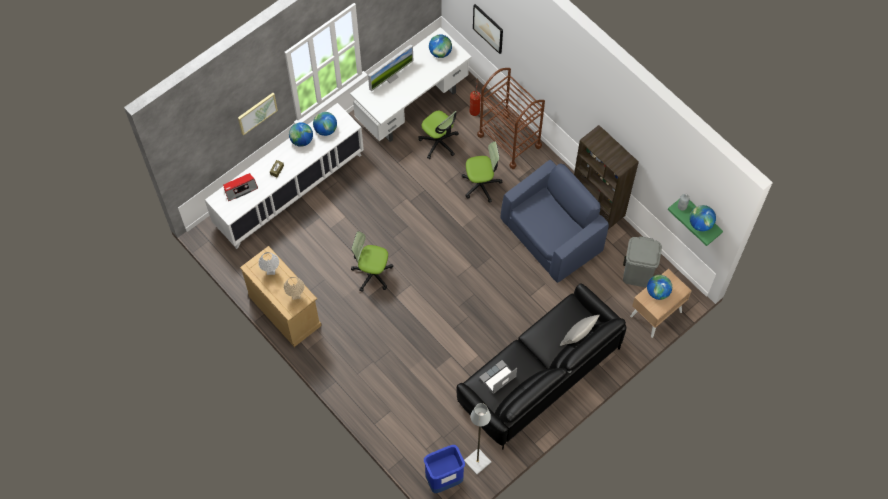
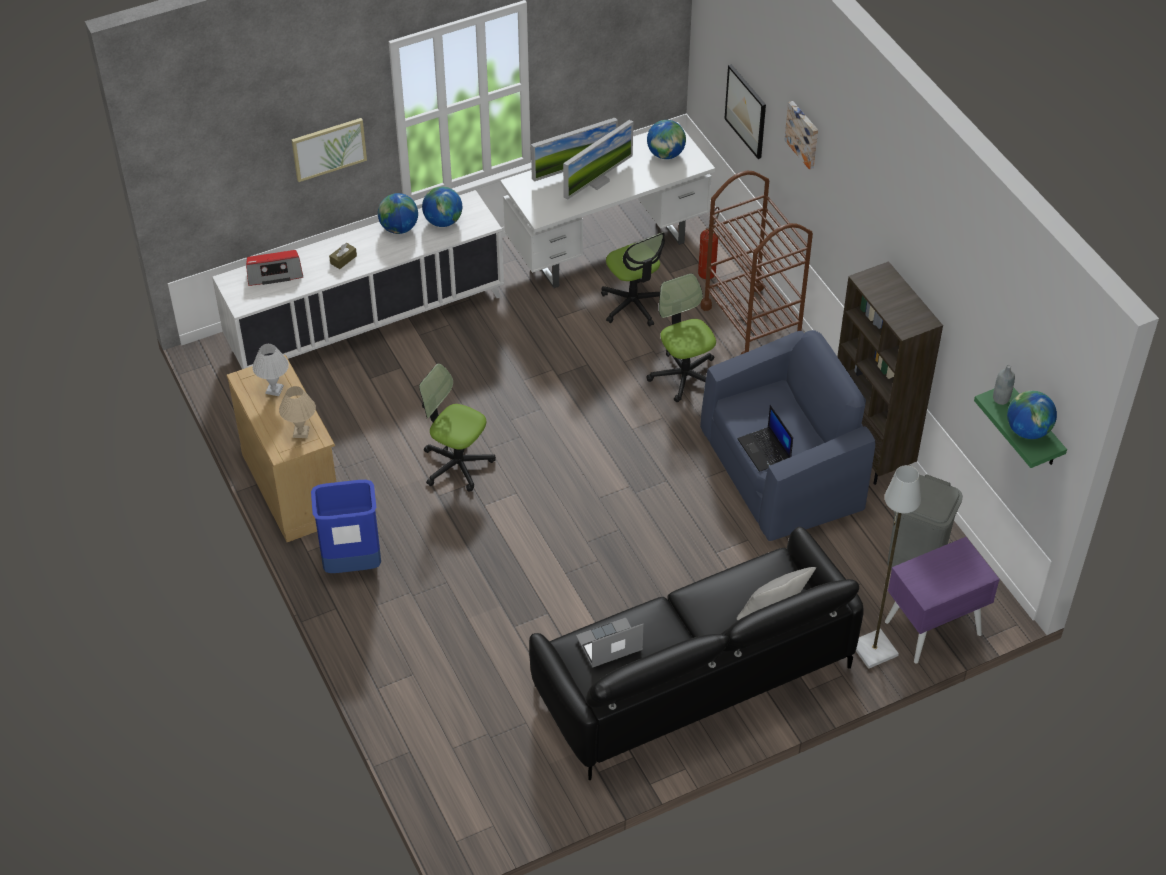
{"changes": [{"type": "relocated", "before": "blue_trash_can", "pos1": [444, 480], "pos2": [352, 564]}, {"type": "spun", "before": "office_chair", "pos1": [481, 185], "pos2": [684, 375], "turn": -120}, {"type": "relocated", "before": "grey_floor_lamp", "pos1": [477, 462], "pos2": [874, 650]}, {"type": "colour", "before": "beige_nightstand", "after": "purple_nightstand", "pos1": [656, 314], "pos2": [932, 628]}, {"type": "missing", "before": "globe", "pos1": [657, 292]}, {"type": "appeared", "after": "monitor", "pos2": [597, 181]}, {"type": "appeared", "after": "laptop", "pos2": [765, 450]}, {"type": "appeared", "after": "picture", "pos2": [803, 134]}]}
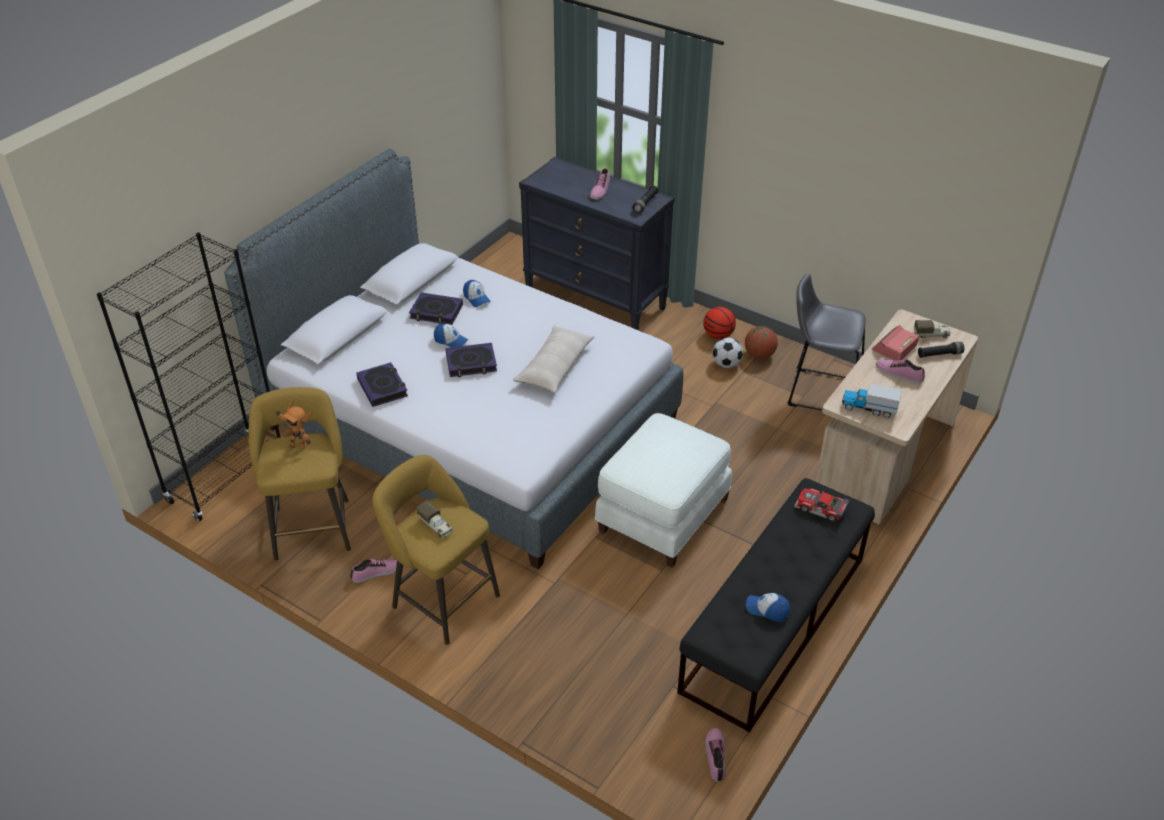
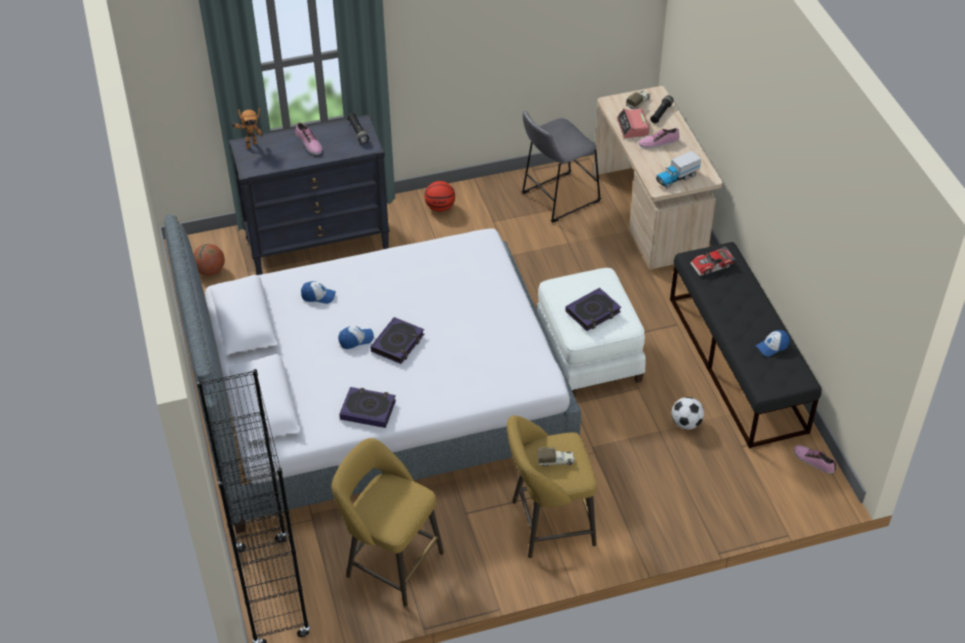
{"changes": [{"type": "relocated", "before": "toy_robot", "pos1": [298, 445], "pos2": [250, 145]}, {"type": "missing", "before": "shoe", "pos1": [376, 573]}, {"type": "relocated", "before": "book", "pos1": [436, 312], "pos2": [593, 312]}, {"type": "missing", "before": "beige_pillow", "pos1": [554, 366]}, {"type": "relocated", "before": "football", "pos1": [726, 364], "pos2": [686, 423]}, {"type": "relocated", "before": "basketball", "pos1": [759, 355], "pos2": [210, 271]}]}
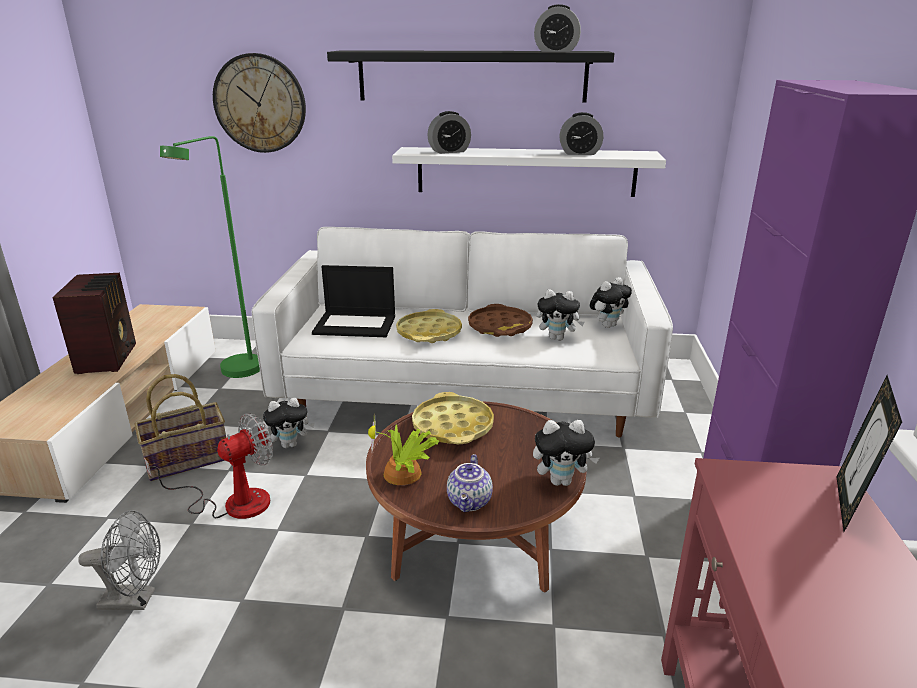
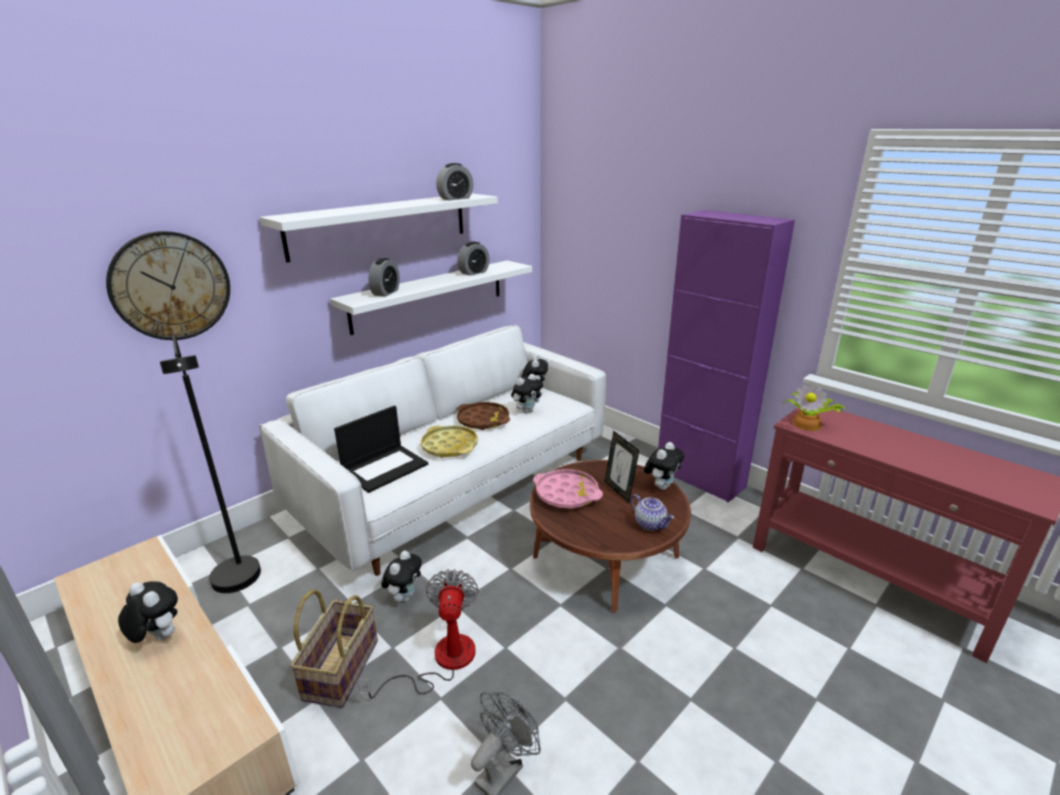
{"changes": [{"type": "exchanged", "before": "radio", "after": "plush_toy", "pos1": [108, 358], "pos2": [158, 637]}, {"type": "colour", "before": "green_floor_lamp", "after": "black_floor_lamp", "pos1": [236, 374], "pos2": [240, 584]}, {"type": "colour", "before": "black_shelf", "after": "white_shelf", "pos1": [472, 76], "pos2": [381, 225]}, {"type": "relocated", "before": "potted_plant", "pos1": [404, 474], "pos2": [808, 423]}, {"type": "colour", "before": "yellow_tray", "after": "pink_tray", "pos1": [453, 426], "pos2": [567, 494]}, {"type": "relocated", "before": "picture_frame", "pos1": [848, 505], "pos2": [619, 491]}]}
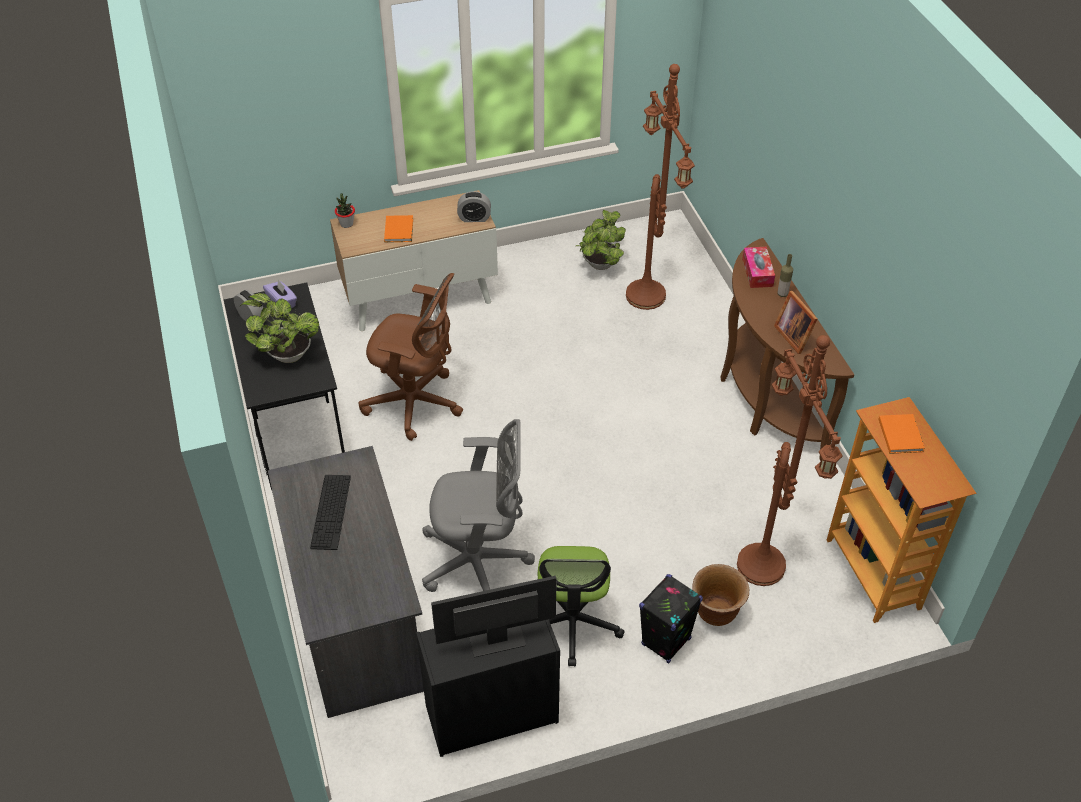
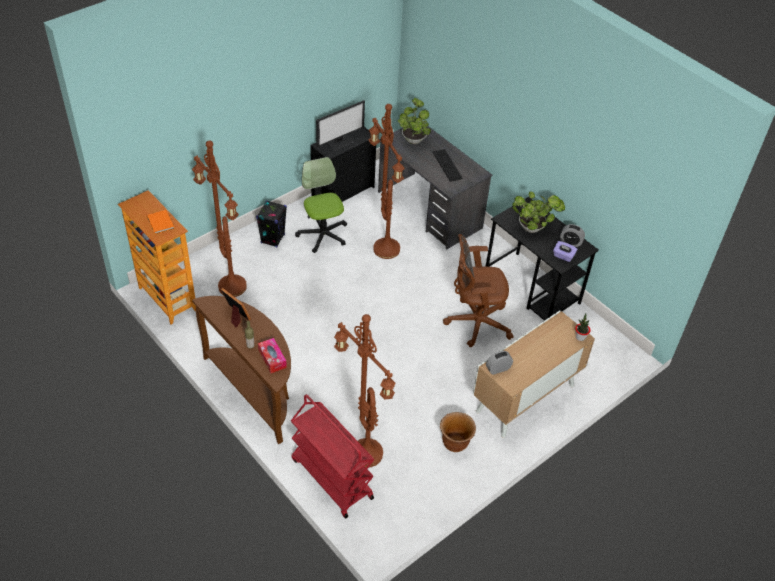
{"changes": [{"type": "missing", "before": "orange_book", "pos1": [399, 229]}, {"type": "exchanged", "before": "grey_office_chair", "after": "brown_floor_lamp", "pos1": [479, 562], "pos2": [384, 249]}, {"type": "relocated", "before": "potted_plant", "pos1": [600, 266], "pos2": [413, 138]}, {"type": "relocated", "before": "brown_planter", "pos1": [716, 613], "pos2": [455, 443]}, {"type": "appeared", "after": "red_cart", "pos2": [331, 478]}]}
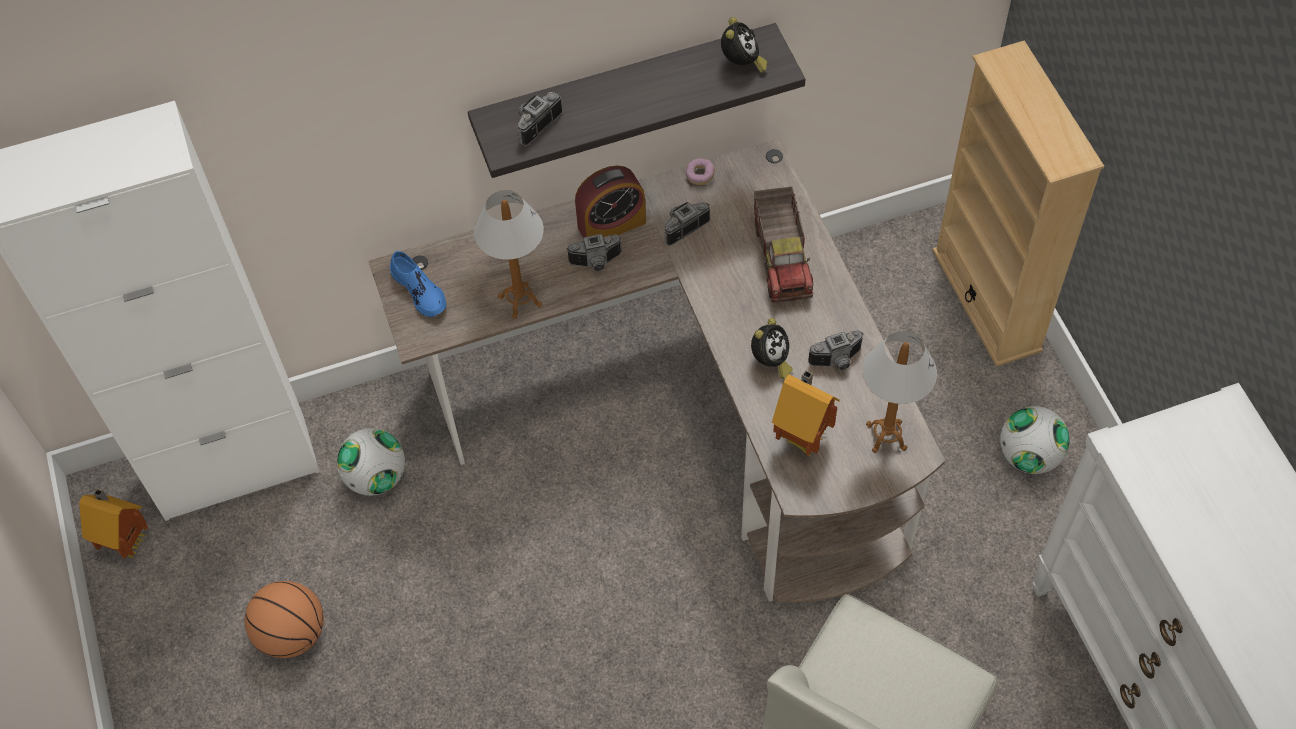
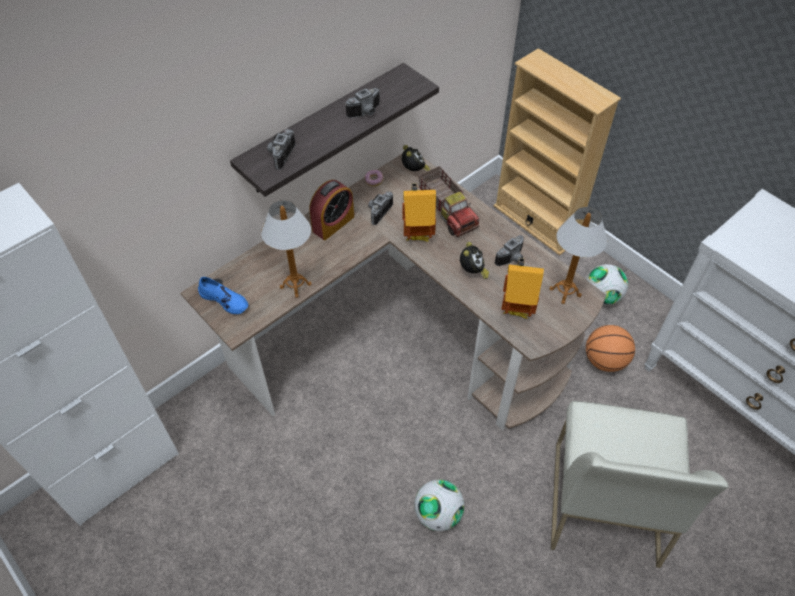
{"changes": [{"type": "relocated", "before": "toy_house", "pos1": [128, 541], "pos2": [417, 235]}, {"type": "relocated", "before": "basketball", "pos1": [292, 634], "pos2": [605, 360]}, {"type": "relocated", "before": "football", "pos1": [376, 477], "pos2": [438, 514]}, {"type": "relocated", "before": "photo_camera", "pos1": [596, 263], "pos2": [366, 113]}, {"type": "relocated", "before": "alarm_clock", "pos1": [742, 64], "pos2": [414, 171]}]}
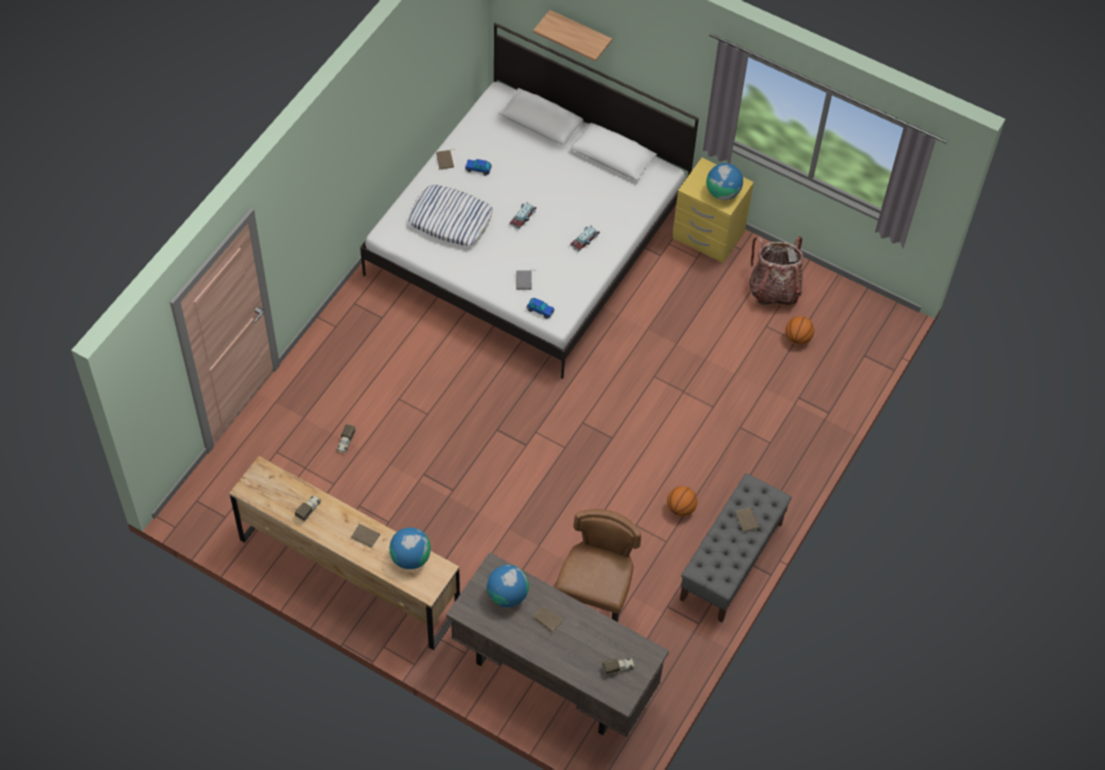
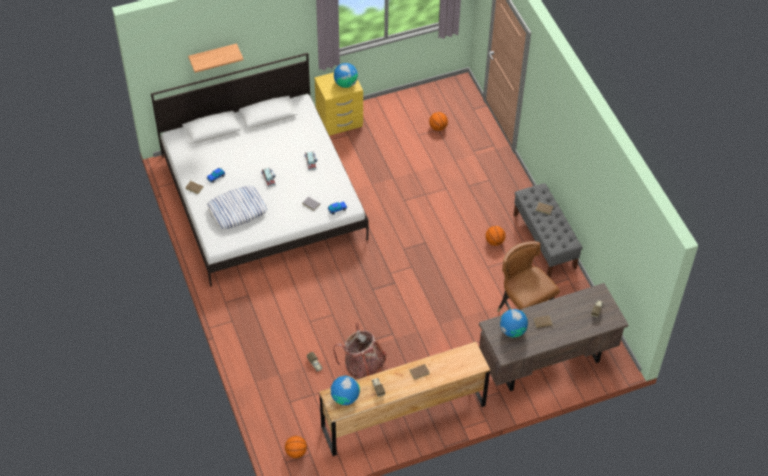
{"changes": [{"type": "relocated", "before": "globe", "pos1": [410, 557], "pos2": [345, 397]}, {"type": "relocated", "before": "backpack", "pos1": [774, 289], "pos2": [362, 366]}, {"type": "appeared", "after": "basketball", "pos2": [296, 452]}]}
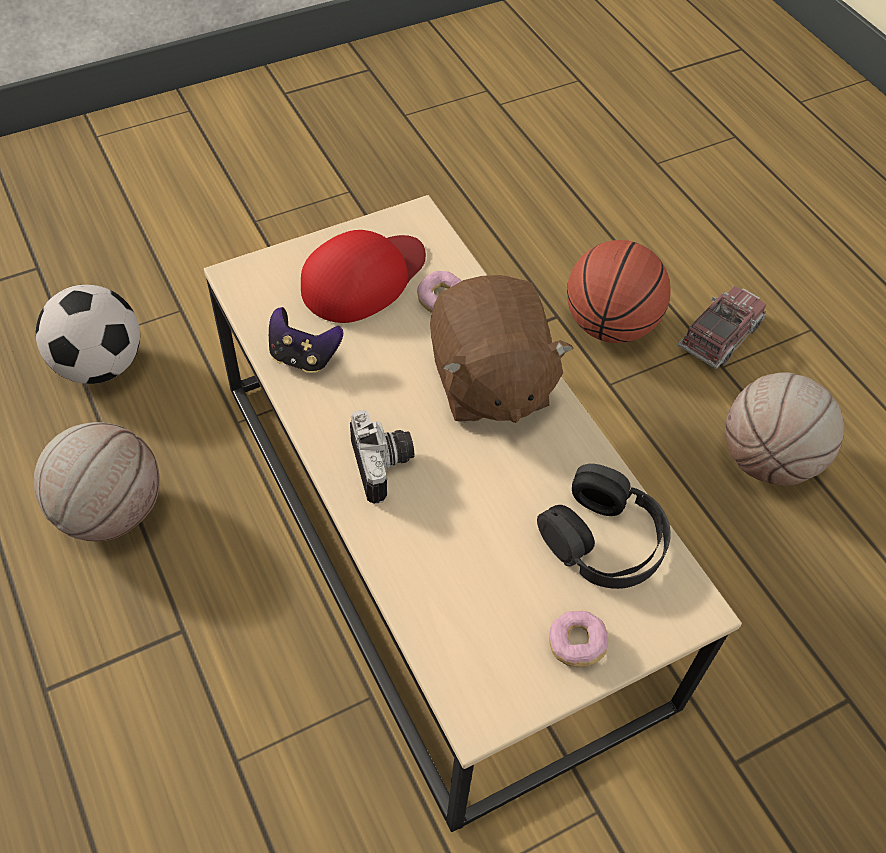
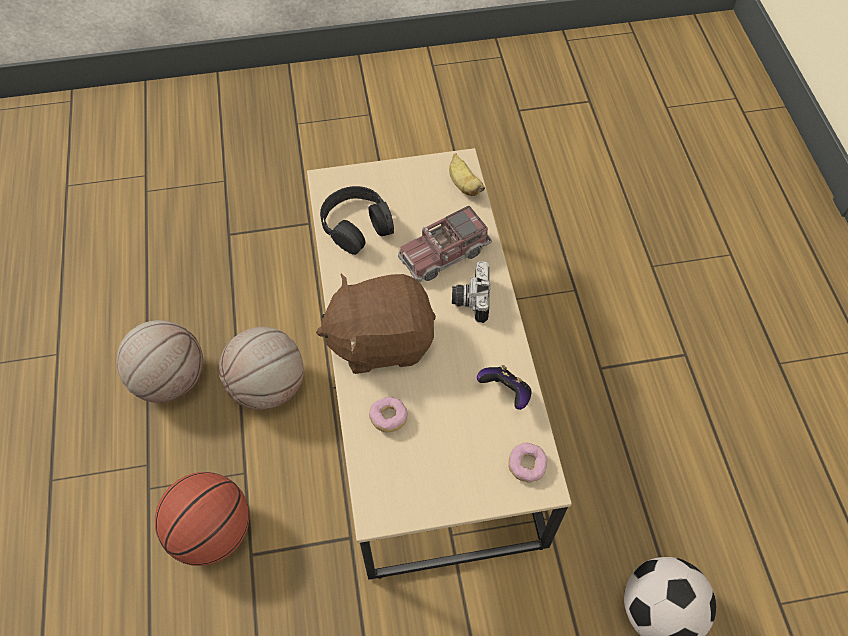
{"changes": [{"type": "relocated", "before": "basketball", "pos1": [110, 512], "pos2": [268, 386]}, {"type": "missing", "before": "red_cap", "pos1": [363, 278]}, {"type": "spun", "before": "brown_plush_toy", "pos1": [489, 382], "pos2": [380, 340], "turn": -105}, {"type": "relocated", "before": "donut", "pos1": [576, 644], "pos2": [526, 466]}, {"type": "relocated", "before": "toy_truck", "pos1": [720, 336], "pos2": [444, 253]}, {"type": "appeared", "after": "banana", "pos2": [463, 184]}]}
